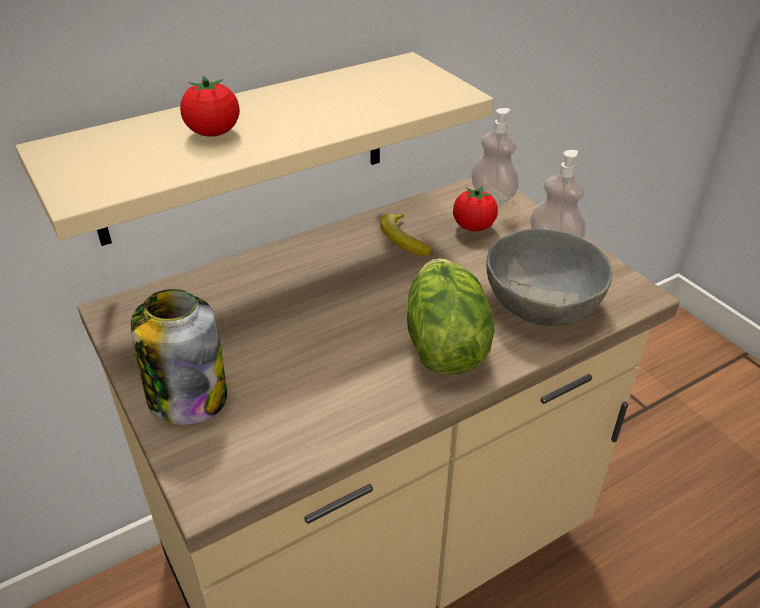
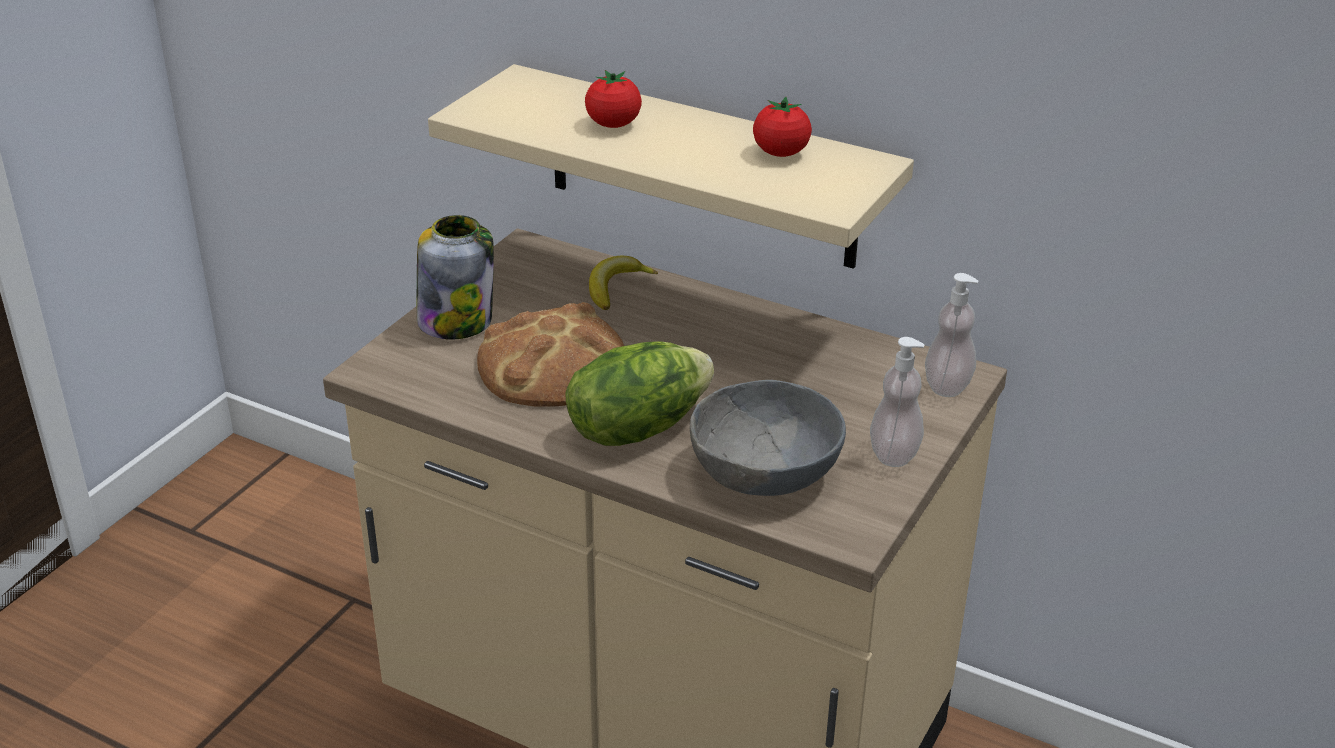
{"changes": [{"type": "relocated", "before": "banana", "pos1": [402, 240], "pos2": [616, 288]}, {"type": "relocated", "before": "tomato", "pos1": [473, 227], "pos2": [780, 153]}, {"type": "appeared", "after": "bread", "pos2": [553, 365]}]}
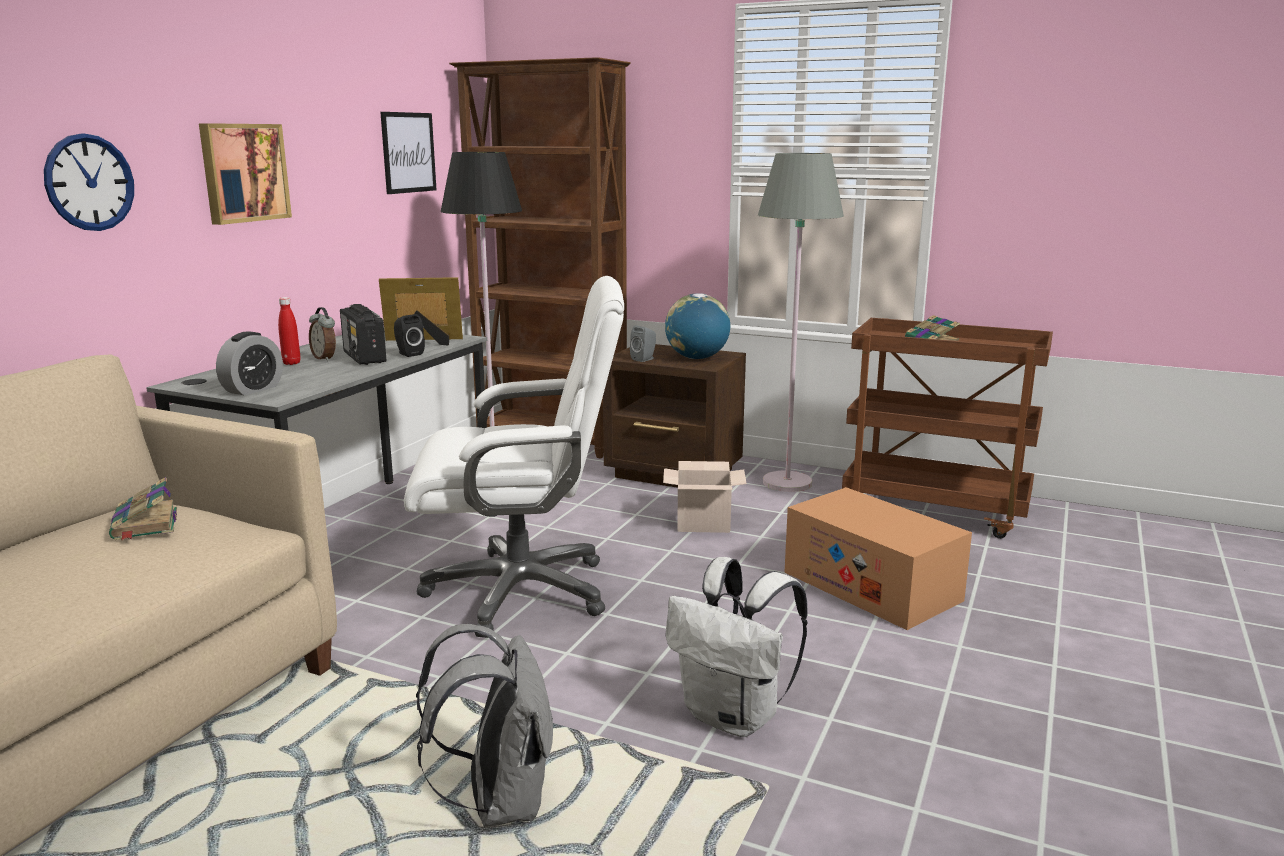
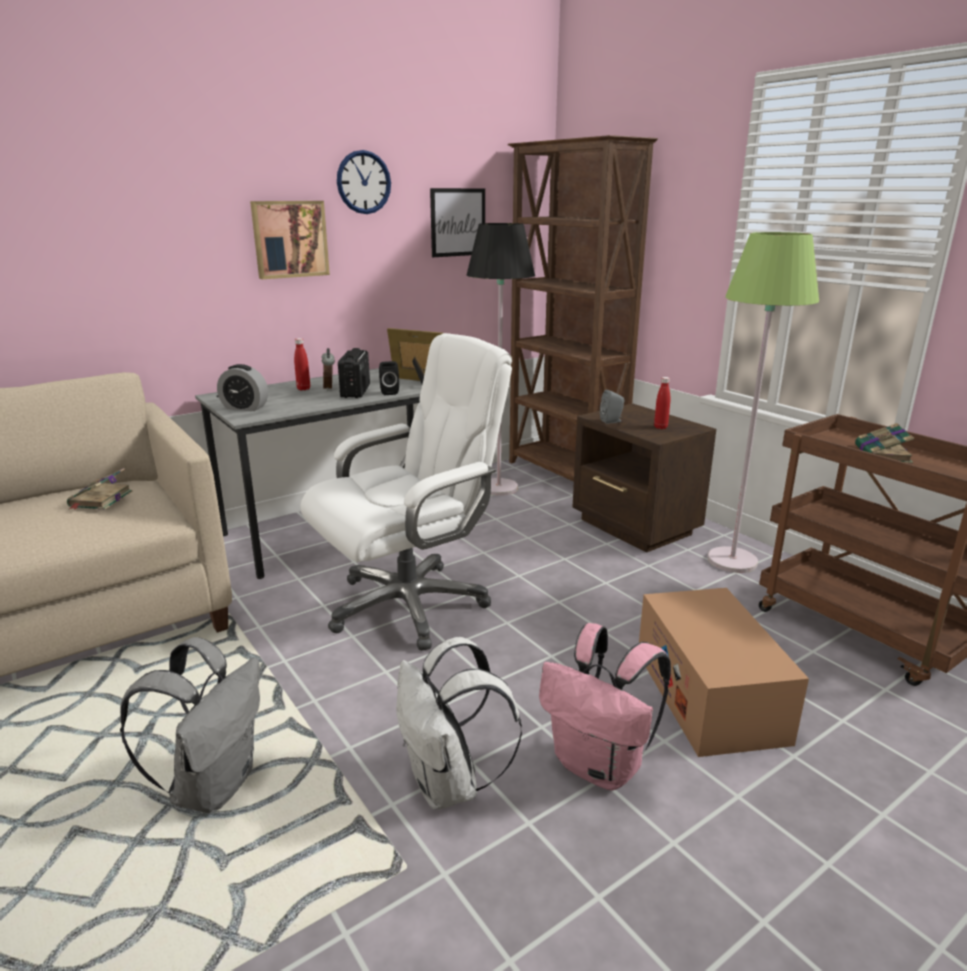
{"changes": [{"type": "relocated", "before": "wall_clock", "pos1": [89, 182], "pos2": [363, 182]}, {"type": "spun", "before": "alarm_clock", "pos1": [253, 389], "pos2": [245, 408], "turn": 45}, {"type": "spun", "before": "white_office_chair", "pos1": [521, 590], "pos2": [409, 604], "turn": -60}, {"type": "missing", "before": "cardboard_box", "pos1": [704, 523]}, {"type": "exchanged", "before": "globe", "after": "red_bottle", "pos1": [697, 358], "pos2": [660, 427]}, {"type": "colour", "before": "grey_floor_lamp", "after": "green_floor_lamp", "pos1": [787, 483], "pos2": [732, 561]}, {"type": "appeared", "after": "pink_backpack", "pos2": [600, 766]}]}
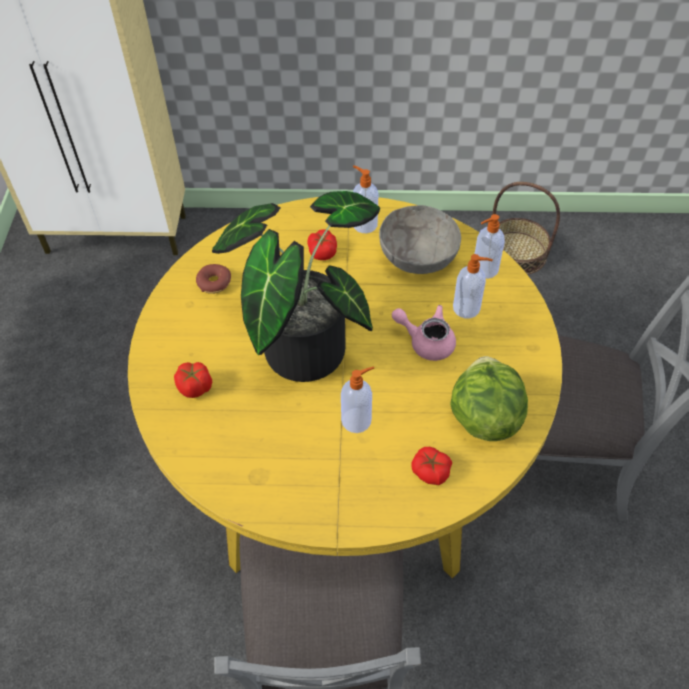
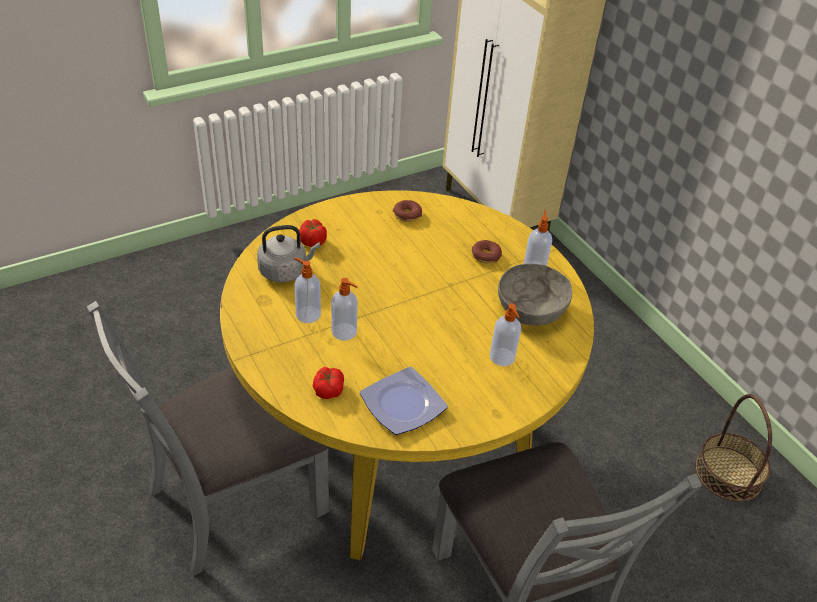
{"changes": [{"type": "missing", "before": "potted_plant", "pos1": [301, 342]}, {"type": "exchanged", "before": "tomato", "after": "donut", "pos1": [322, 251], "pos2": [485, 256]}, {"type": "missing", "before": "pink_teapot", "pos1": [426, 341]}, {"type": "exchanged", "before": "lettuce", "after": "plate", "pos1": [484, 417], "pos2": [401, 404]}, {"type": "relocated", "before": "soap_dispenser", "pos1": [484, 269], "pos2": [307, 314]}, {"type": "appeared", "after": "grey_kettle", "pos2": [285, 271]}]}
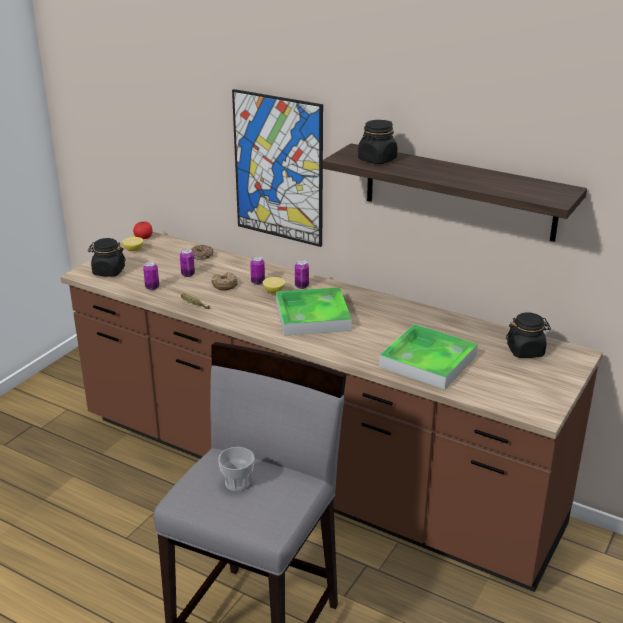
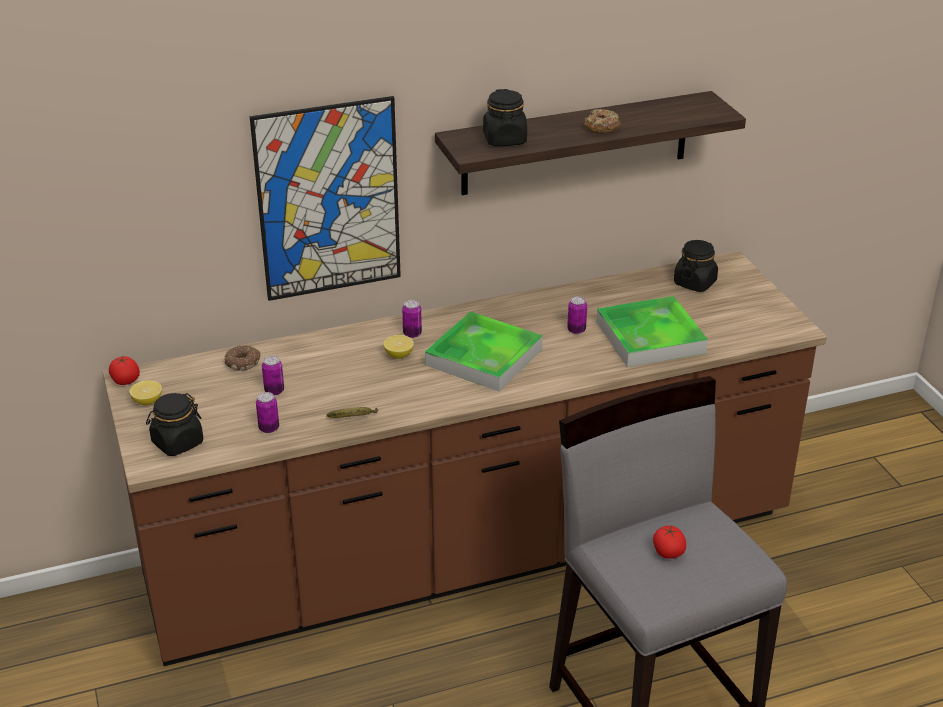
{"changes": [{"type": "relocated", "before": "donut", "pos1": [224, 285], "pos2": [601, 127]}, {"type": "exchanged", "before": "cup", "after": "tomato", "pos1": [237, 483], "pos2": [668, 552]}, {"type": "relocated", "before": "can", "pos1": [258, 282], "pos2": [576, 330]}]}
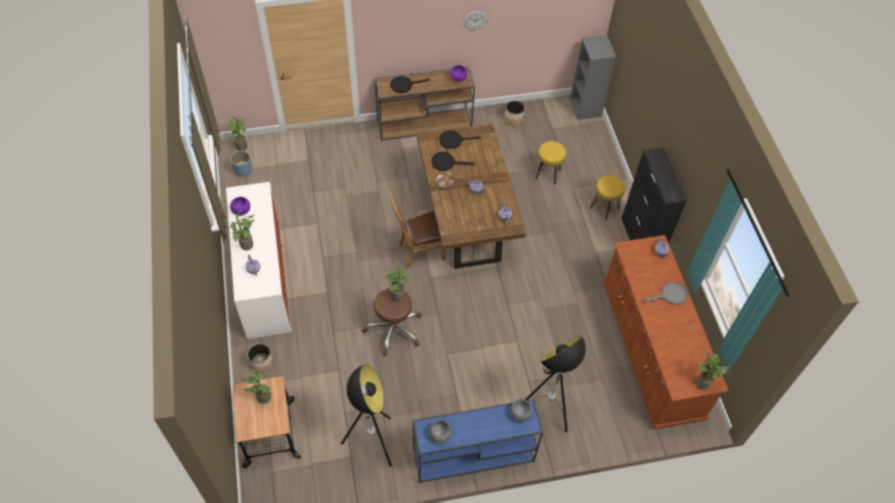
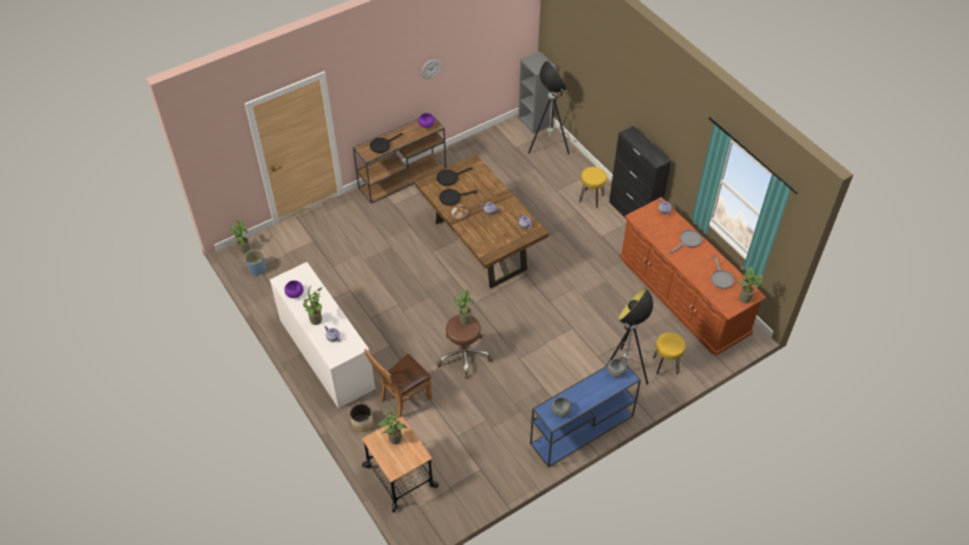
{"changes": [{"type": "relocated", "before": "floor_lamp", "pos1": [372, 442], "pos2": [548, 146]}, {"type": "relocated", "before": "brown_chair", "pos1": [418, 251], "pos2": [402, 399]}, {"type": "missing", "before": "planter", "pos1": [513, 119]}, {"type": "relocated", "before": "yellow_stool", "pos1": [548, 174], "pos2": [665, 365]}, {"type": "appeared", "after": "grey_frying_pan", "pos2": [721, 277]}]}
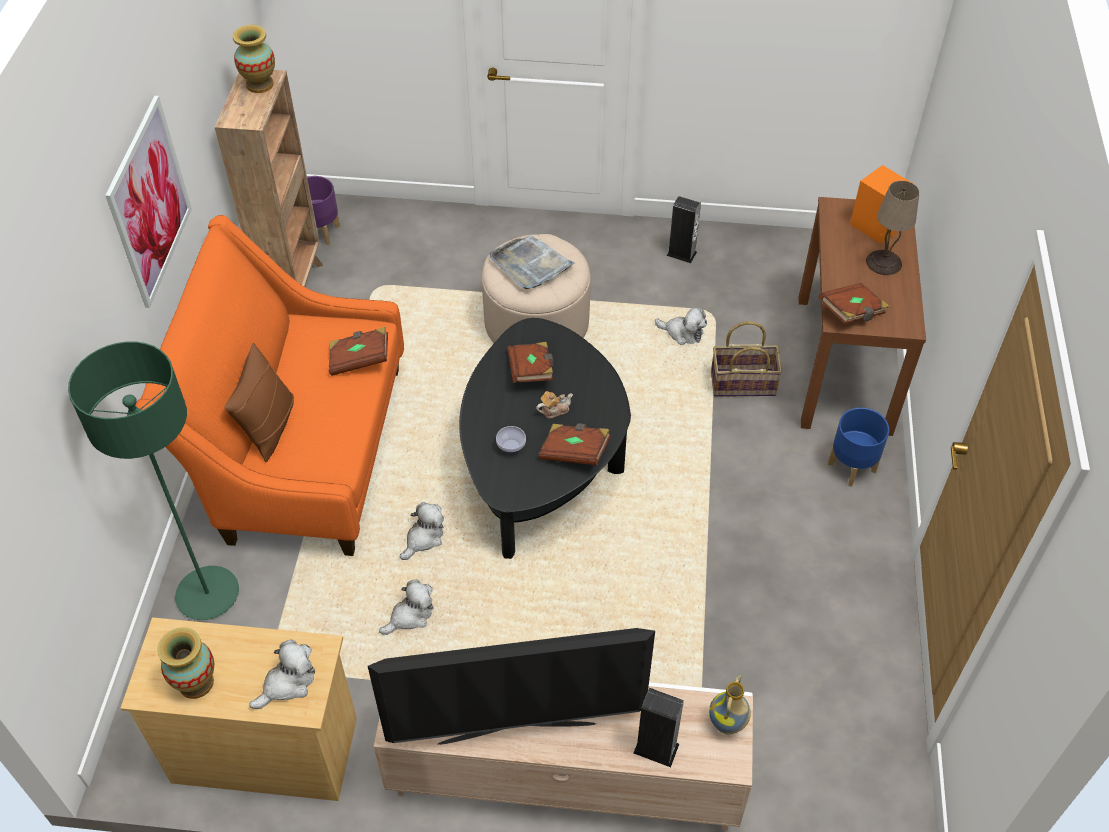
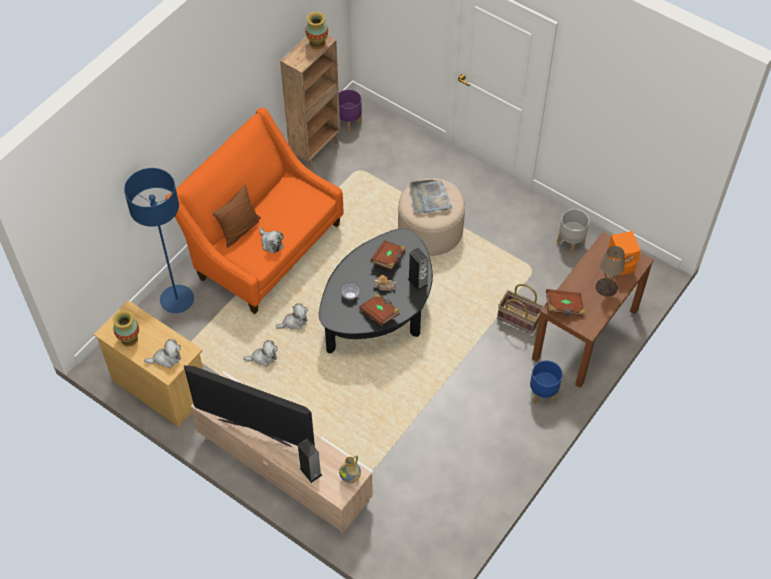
{"changes": [{"type": "colour", "before": "green_floor_lamp", "after": "blue_floor_lamp", "pos1": [208, 594], "pos2": [177, 300]}, {"type": "missing", "before": "picture", "pos1": [149, 202]}, {"type": "missing", "before": "brown_book", "pos1": [359, 359]}, {"type": "relocated", "before": "plush_toy", "pos1": [682, 333], "pos2": [271, 243]}, {"type": "relocated", "before": "speaker", "pos1": [681, 253], "pos2": [417, 282]}, {"type": "appeared", "after": "grey_planter", "pos2": [571, 242]}]}
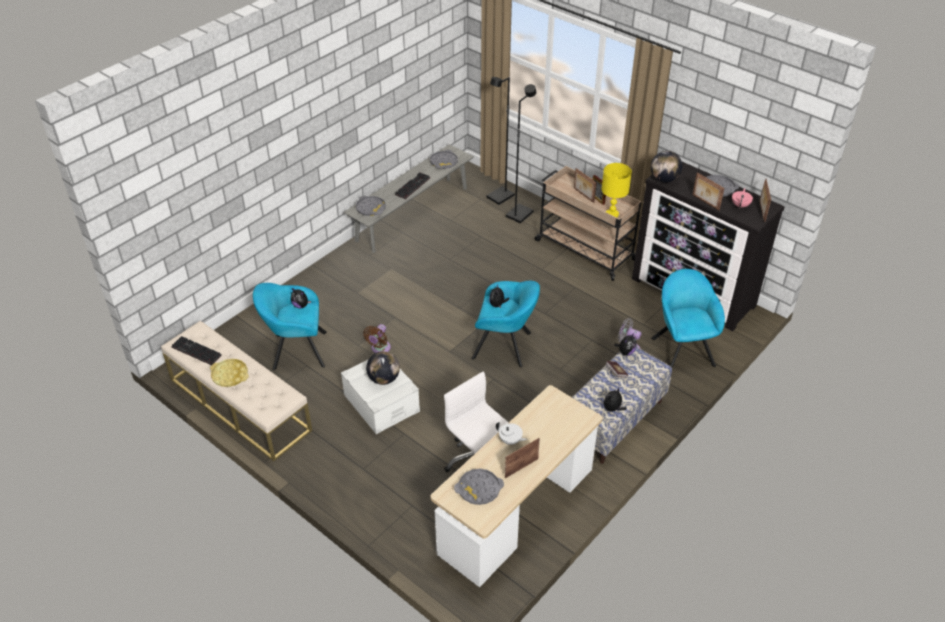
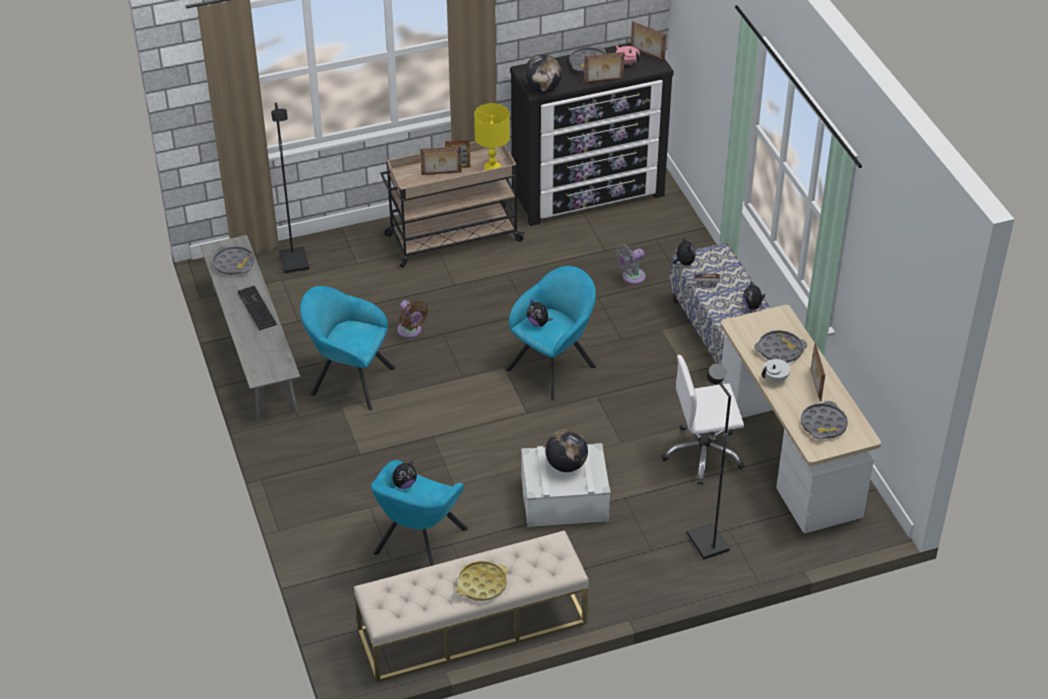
{"changes": [{"type": "missing", "before": "keyboard", "pos1": [195, 352]}, {"type": "relocated", "before": "grey_tray", "pos1": [371, 208], "pos2": [780, 350]}, {"type": "relocated", "before": "brown_fan", "pos1": [379, 349], "pos2": [410, 331]}, {"type": "relocated", "before": "black_floor_lamp", "pos1": [519, 214], "pos2": [706, 542]}, {"type": "relocated", "before": "turquoise_armchair", "pos1": [681, 349], "pos2": [348, 380]}]}
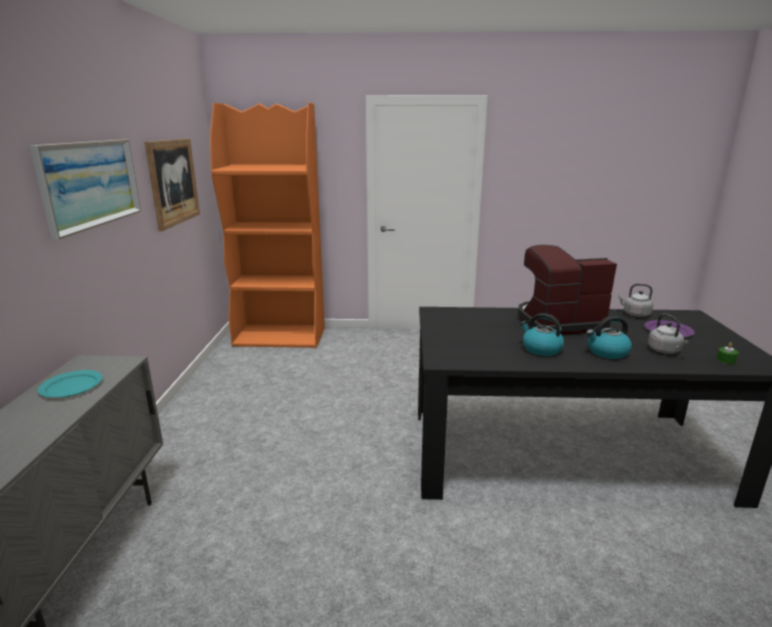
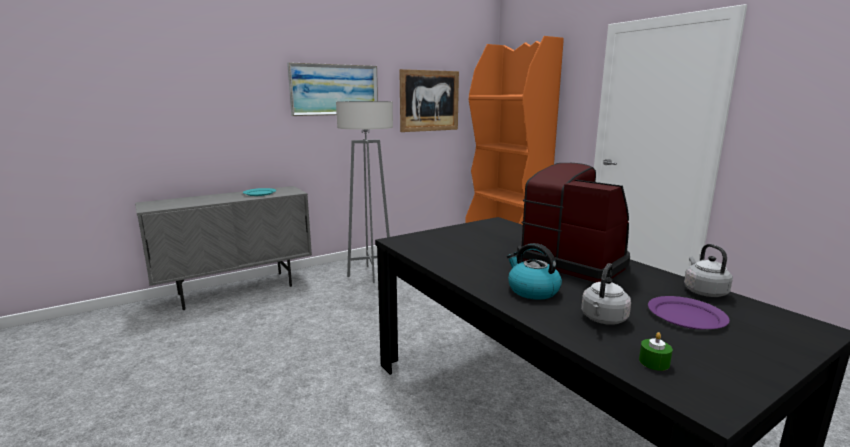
{"changes": [{"type": "missing", "before": "kettle", "pos1": [541, 349]}, {"type": "appeared", "after": "grey_floor_lamp", "pos2": [370, 274]}]}
